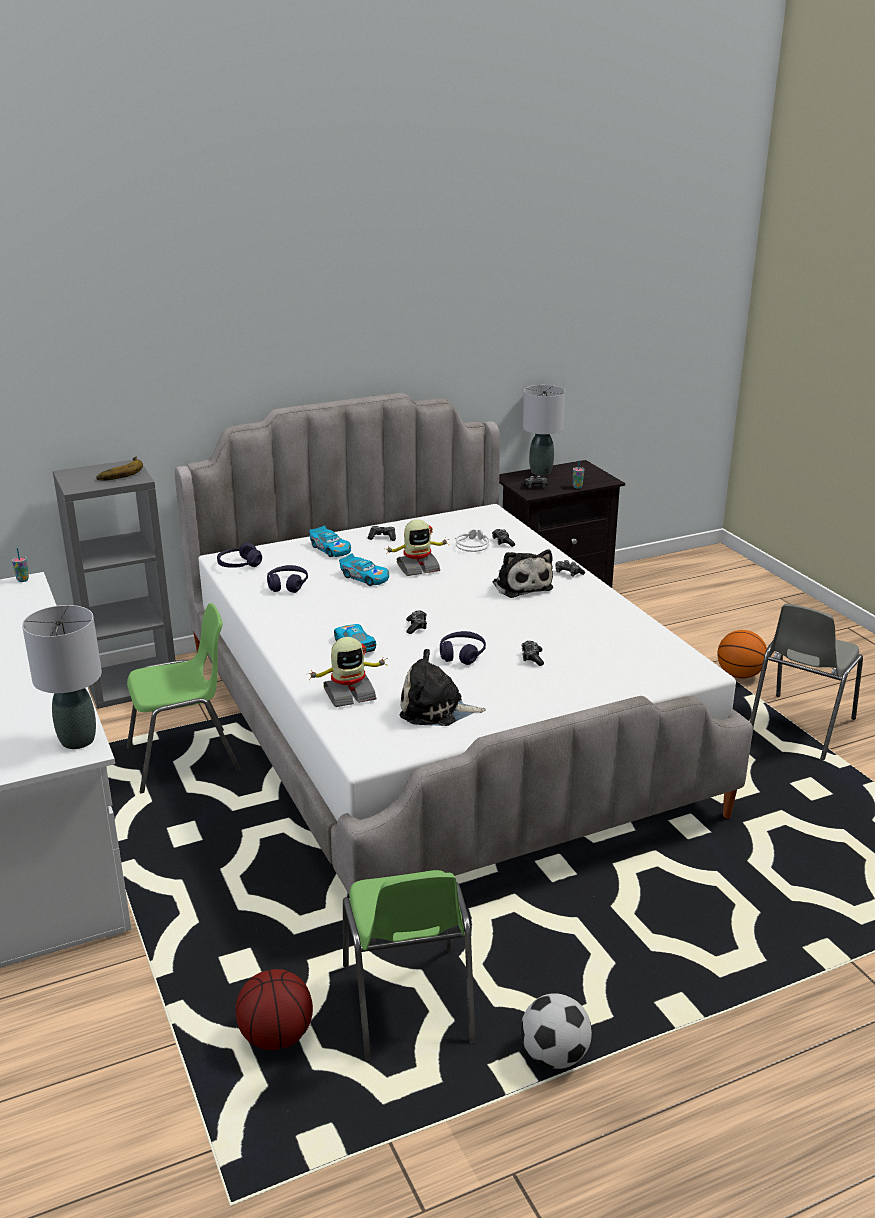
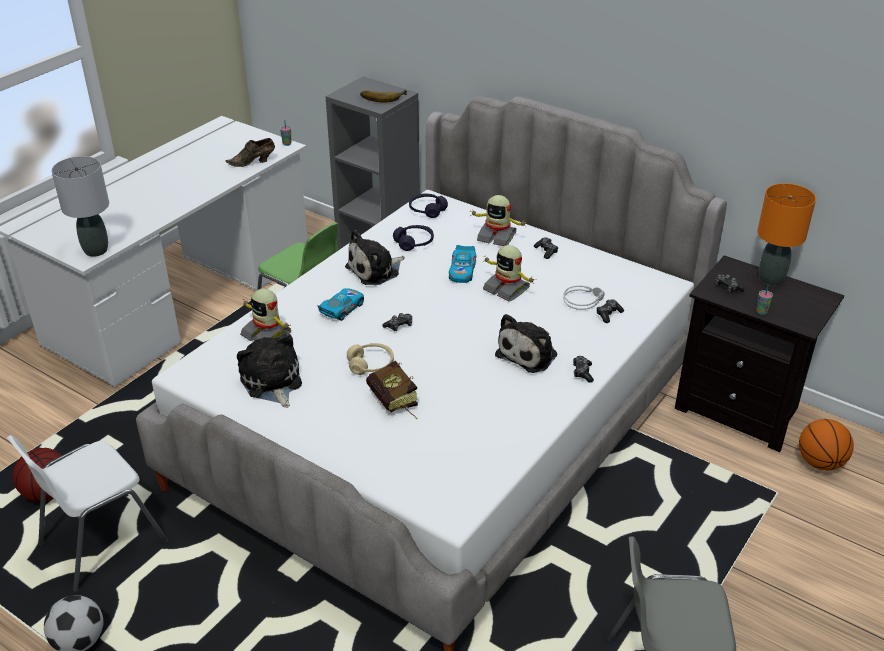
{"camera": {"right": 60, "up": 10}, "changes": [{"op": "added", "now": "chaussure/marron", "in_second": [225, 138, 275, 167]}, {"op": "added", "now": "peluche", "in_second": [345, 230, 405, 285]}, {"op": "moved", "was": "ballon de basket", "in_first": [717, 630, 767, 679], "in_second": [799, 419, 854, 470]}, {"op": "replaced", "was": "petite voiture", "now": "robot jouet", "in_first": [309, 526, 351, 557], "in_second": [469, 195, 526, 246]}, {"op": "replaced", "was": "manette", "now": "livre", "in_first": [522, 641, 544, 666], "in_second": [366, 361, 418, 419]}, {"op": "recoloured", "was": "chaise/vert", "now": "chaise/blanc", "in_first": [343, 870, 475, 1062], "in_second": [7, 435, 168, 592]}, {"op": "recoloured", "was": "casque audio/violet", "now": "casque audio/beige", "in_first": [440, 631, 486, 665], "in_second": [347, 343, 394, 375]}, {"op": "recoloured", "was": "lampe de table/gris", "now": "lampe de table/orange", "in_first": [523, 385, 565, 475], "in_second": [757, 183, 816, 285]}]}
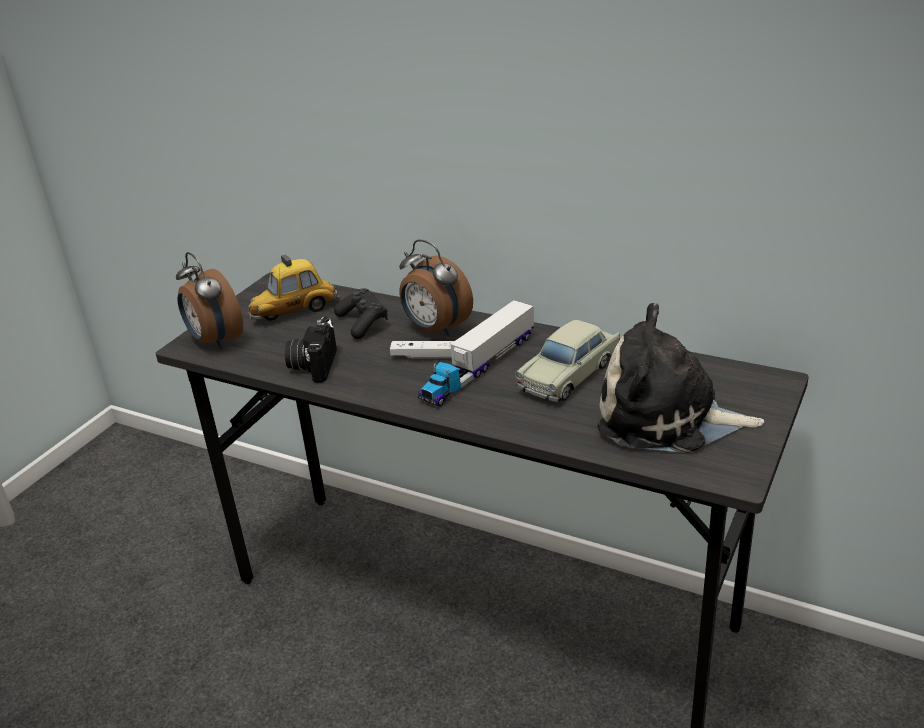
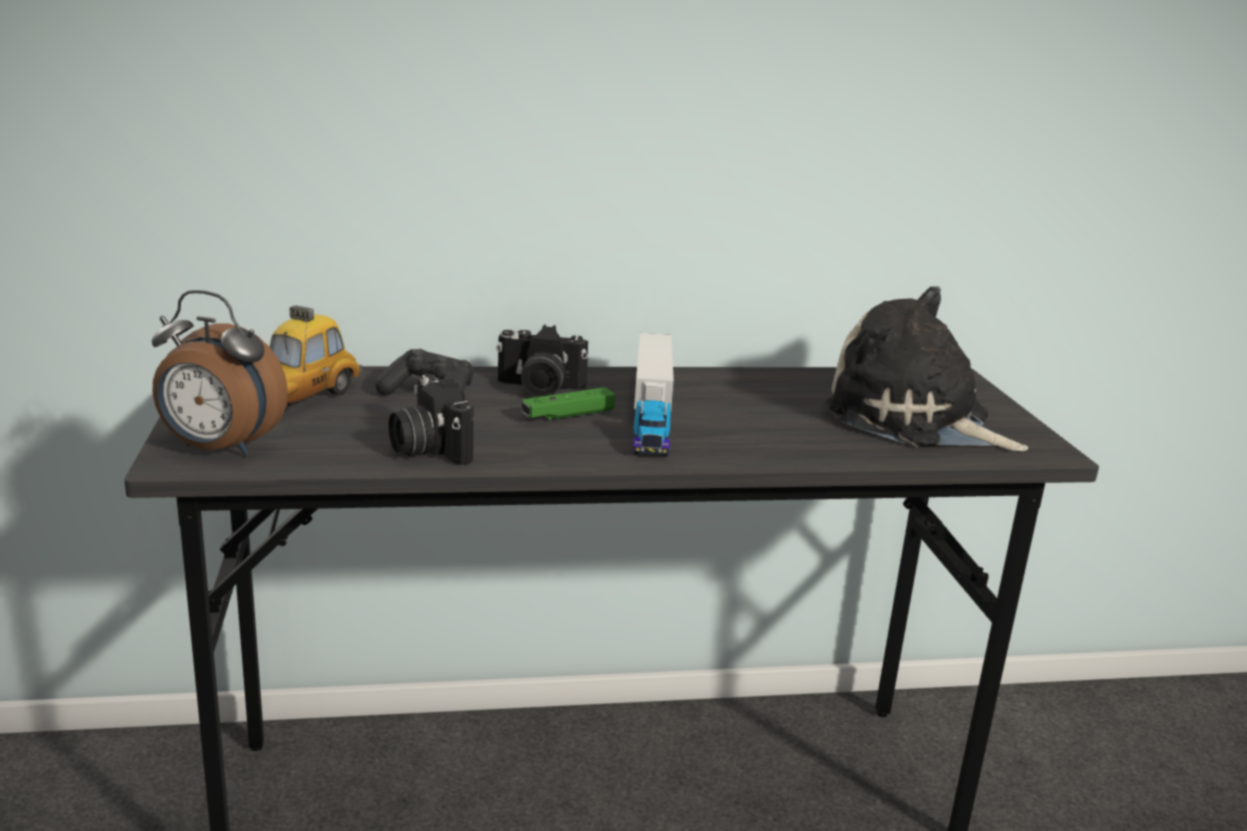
{"camera": {"right": -40, "up": -10}, "changes": [{"op": "removed", "was": "petite voiture/beige", "in_first": [515, 320, 620, 402]}, {"op": "replaced", "was": "réveil", "now": "appareil photo", "in_first": [399, 239, 473, 336], "in_second": [496, 325, 588, 397]}, {"op": "recoloured", "was": "manette/blanc", "now": "manette/vert", "in_first": [390, 341, 454, 358], "in_second": [522, 387, 616, 420]}, {"op": "turned", "was": "peluche", "in_first": [597, 303, 764, 453], "in_second": [823, 286, 1028, 451], "clockwise": 60}]}
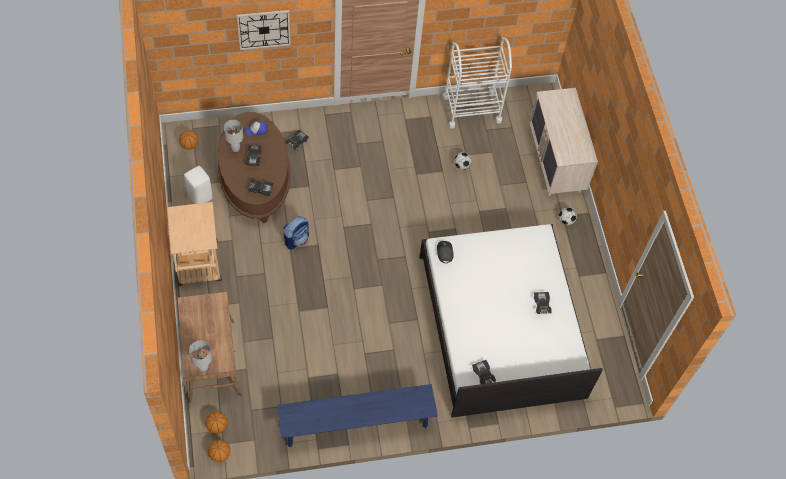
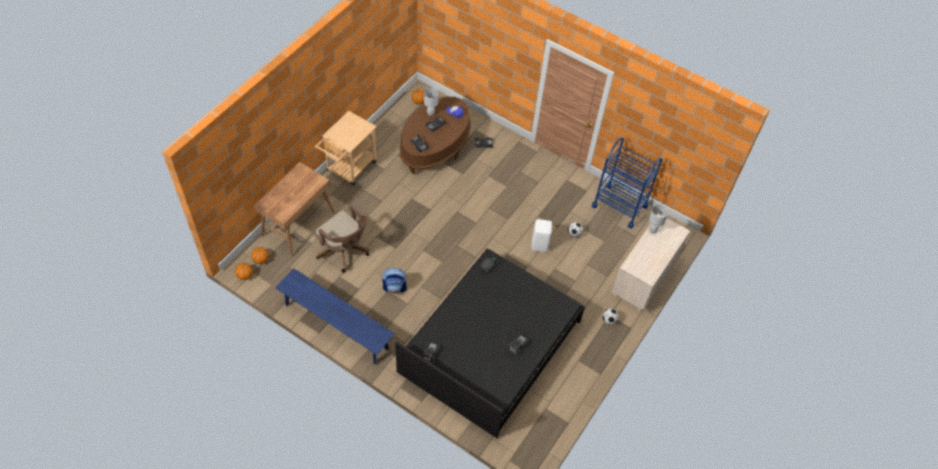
{"camera": {"right": 45, "up": -5}, "changes": [{"op": "removed", "was": "horloge murale", "in_first": [237, 10, 291, 50]}, {"op": "added", "now": "chaise de bureau/marron", "in_second": [315, 205, 369, 273]}, {"op": "moved", "was": "tabouret/blanc", "in_first": [184, 166, 213, 204], "in_second": [531, 219, 552, 252]}, {"op": "moved", "was": "lampe de table/blanc", "in_first": [189, 341, 212, 372], "in_second": [649, 205, 668, 234]}, {"op": "moved", "was": "sac à dos", "in_first": [283, 216, 309, 250], "in_second": [382, 268, 407, 294]}, {"op": "recoloured", "was": "lit/blanc", "now": "lit/noir", "in_first": [419, 224, 603, 418], "in_second": [395, 248, 585, 438]}, {"op": "recoloured", "was": "chariot/blanc", "now": "chariot/bleu", "in_first": [442, 37, 512, 129], "in_second": [592, 138, 663, 229]}]}
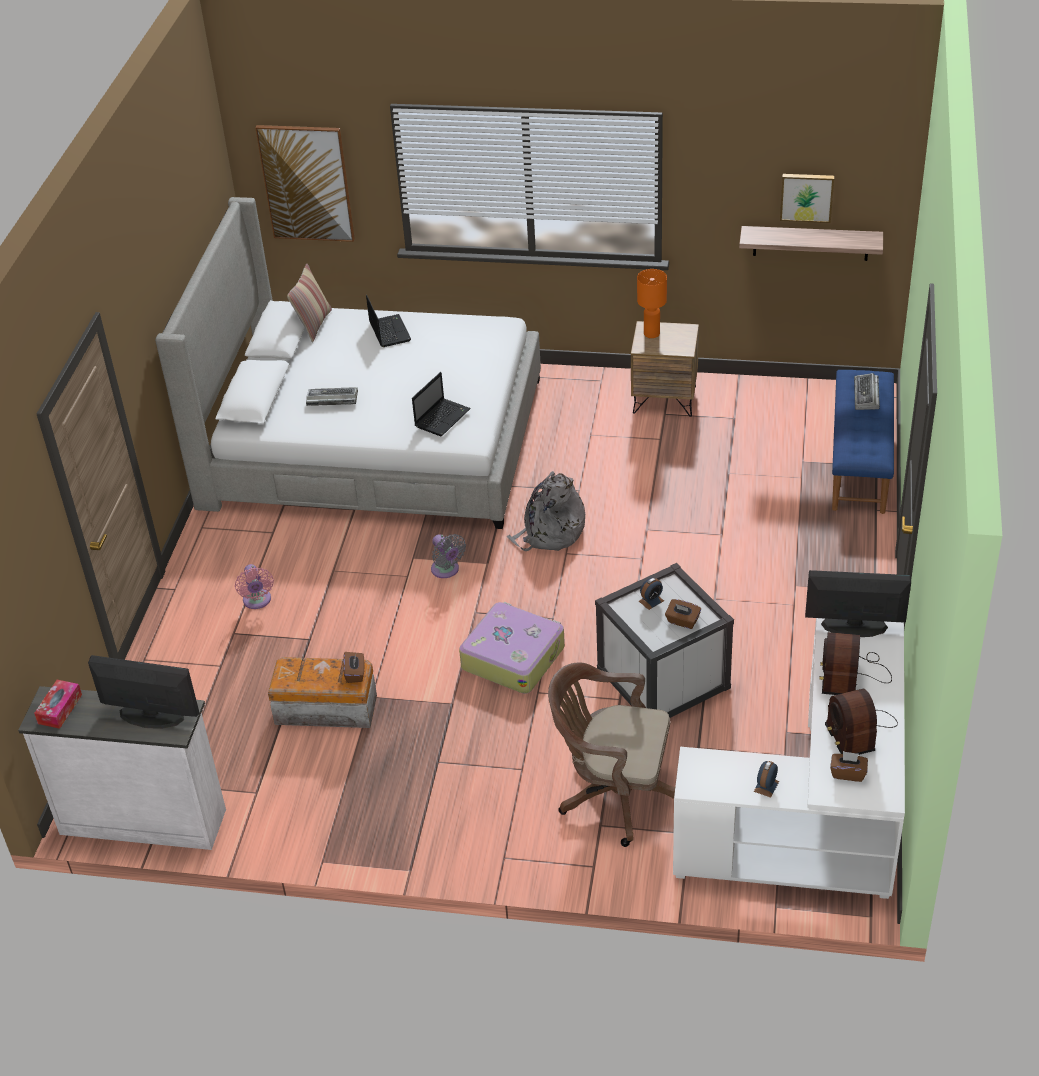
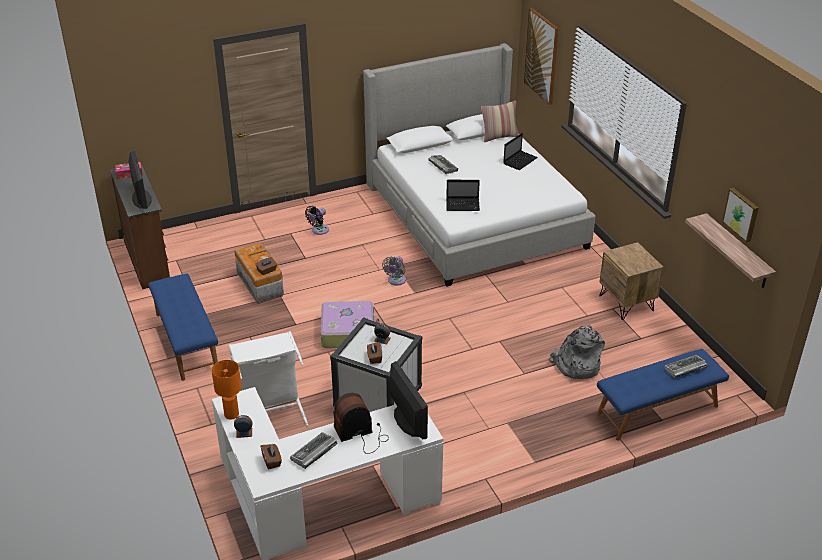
{"camera": {"right": 55, "up": -5}, "changes": [{"op": "added", "now": "banc/bleu", "in_second": [148, 274, 218, 381]}, {"op": "moved", "was": "sac à dos/gris", "in_first": [507, 471, 585, 551], "in_second": [549, 324, 605, 379]}, {"op": "moved", "was": "lampe de table/orange", "in_first": [637, 269, 667, 338], "in_second": [212, 360, 242, 420]}, {"op": "replaced", "was": "chaise de bureau/marron", "now": "panier à linge/blanc", "in_first": [548, 662, 675, 847], "in_second": [229, 331, 308, 426]}, {"op": "replaced", "was": "radio", "now": "clavier", "in_first": [825, 689, 898, 755], "in_second": [290, 432, 337, 469]}, {"op": "recoloured", "was": "commode/blanc", "now": "commode/marron", "in_first": [18, 686, 226, 850], "in_second": [110, 164, 170, 289]}, {"op": "recoloured", "was": "ventilateur/rose", "now": "ventilateur/noir", "in_first": [235, 564, 274, 609], "in_second": [305, 206, 329, 235]}]}
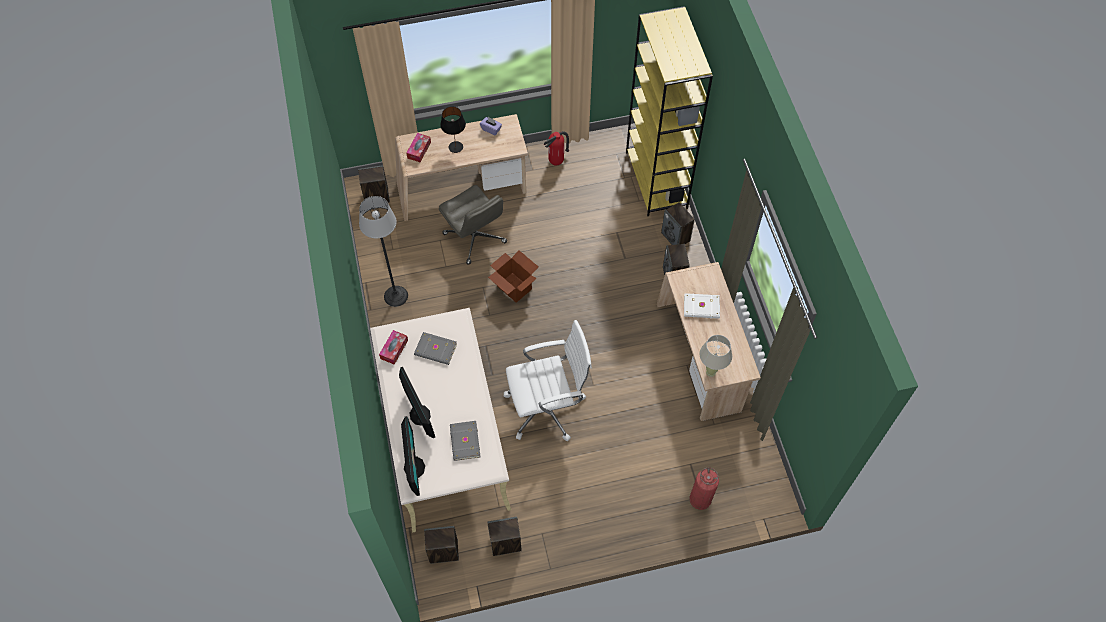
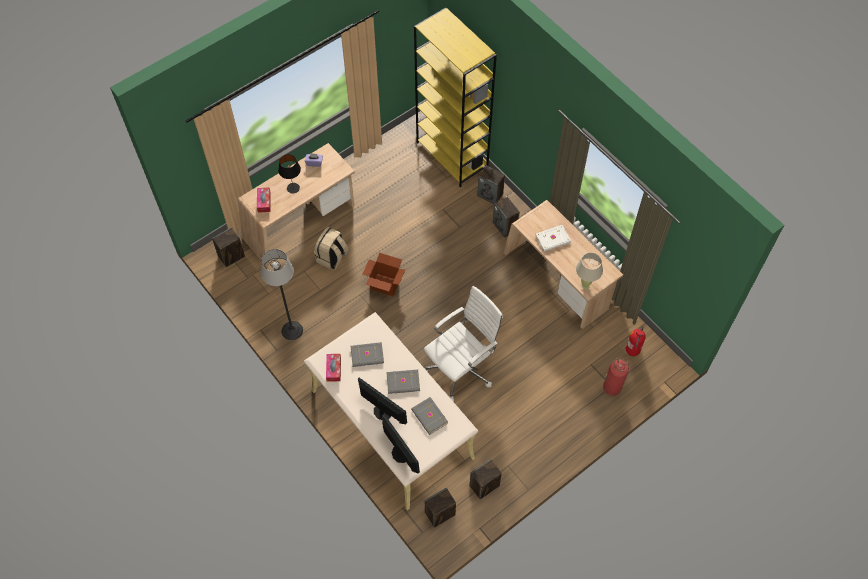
{"camera": {"right": -25, "up": 0}, "changes": [{"op": "added", "now": "livre/gris", "in_second": [386, 370, 420, 394]}, {"op": "moved", "was": "extincteur", "in_first": [544, 131, 569, 165], "in_second": [626, 326, 646, 356]}, {"op": "replaced", "was": "chaise de bureau/gris", "now": "sac à dos/beige", "in_first": [439, 185, 507, 265], "in_second": [314, 227, 349, 270]}]}
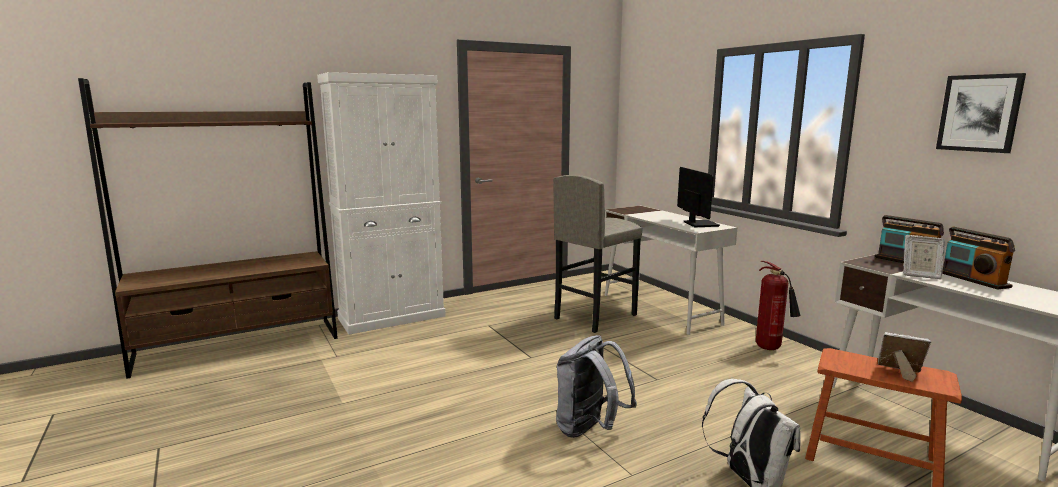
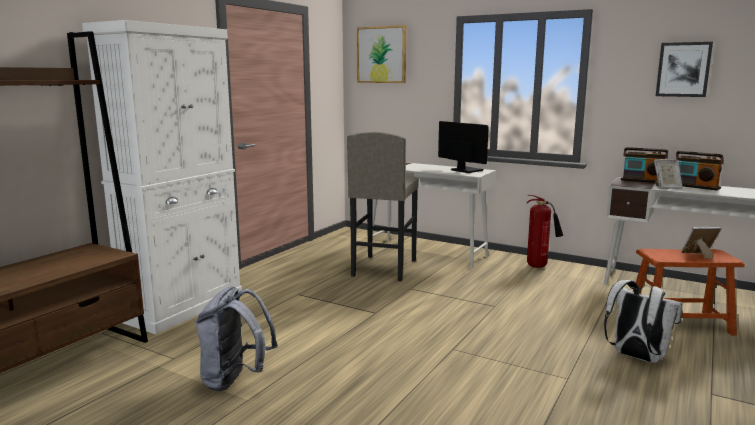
{"camera": {"right": -30, "up": 0}, "changes": [{"op": "added", "now": "tableau", "in_second": [357, 25, 406, 83]}, {"op": "moved", "was": "sac à dos/gris", "in_first": [556, 335, 637, 438], "in_second": [195, 286, 278, 391]}]}
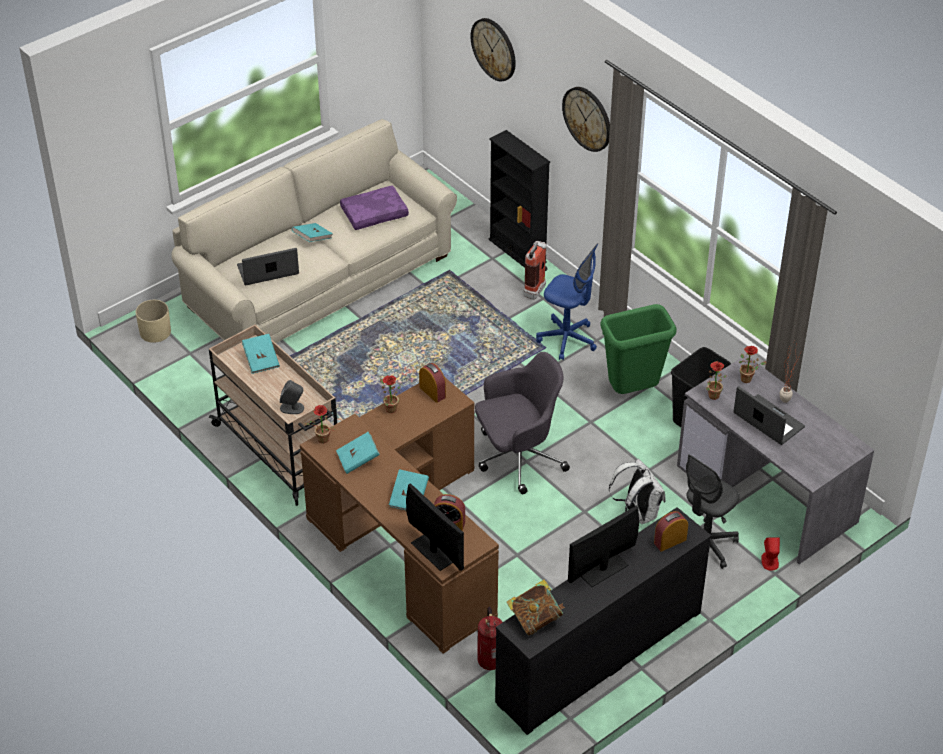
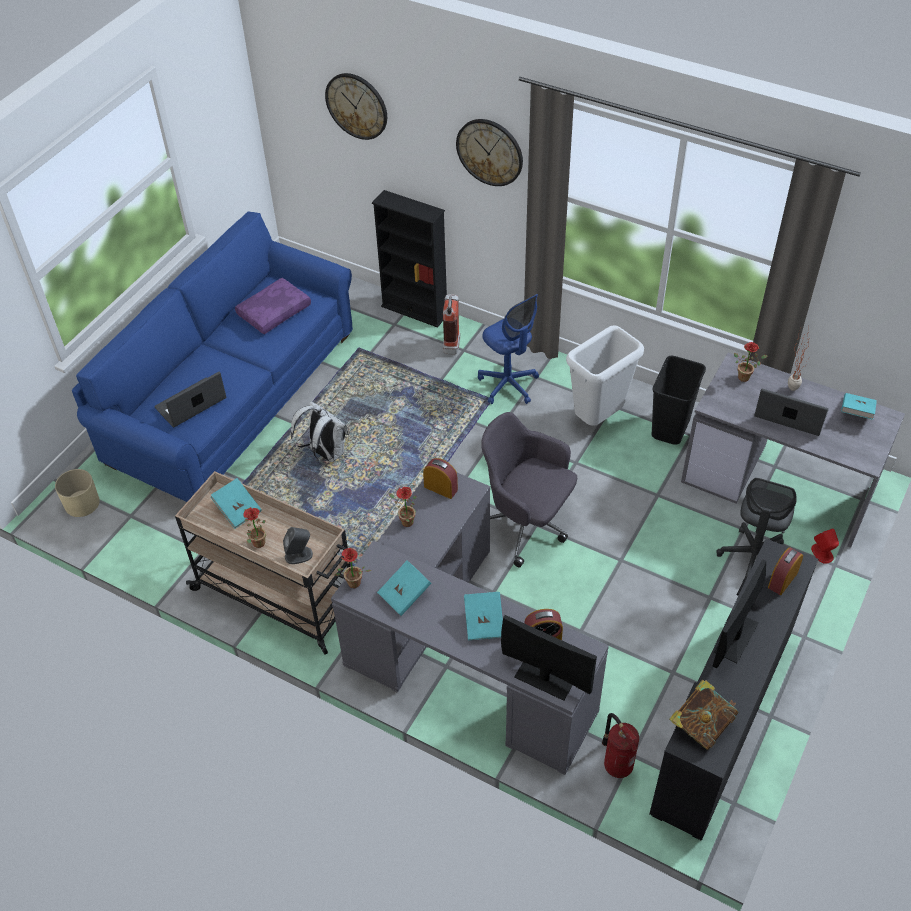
{"camera": {"right": -20, "up": 5}, "changes": [{"op": "moved", "was": "livre/turquoise", "in_first": [292, 223, 333, 242], "in_second": [841, 393, 877, 420]}, {"op": "moved", "was": "sac à dos/blanc", "in_first": [609, 459, 665, 524], "in_second": [291, 401, 349, 462]}, {"op": "moved", "was": "plante en pot", "in_first": [706, 361, 727, 400], "in_second": [243, 507, 266, 548]}, {"op": "recoloured", "was": "canapé/beige", "now": "canapé/bleu", "in_first": [171, 119, 457, 343], "in_second": [72, 211, 353, 503]}, {"op": "recoloured", "was": "bureau/marron", "now": "bureau/gris", "in_first": [300, 378, 499, 654], "in_second": [331, 473, 609, 775]}, {"op": "recoloured", "was": "poubelle/vert", "now": "poubelle/blanc", "in_first": [600, 304, 677, 394], "in_second": [566, 325, 644, 426]}, {"op": "turned", "was": "chaise de bureau/gris", "in_first": [475, 352, 570, 494], "in_second": [481, 412, 577, 568], "clockwise": -105}, {"op": "turned", "was": "chaise de bureau/bleu", "in_first": [536, 243, 599, 360], "in_second": [478, 294, 539, 404], "clockwise": 45}]}
